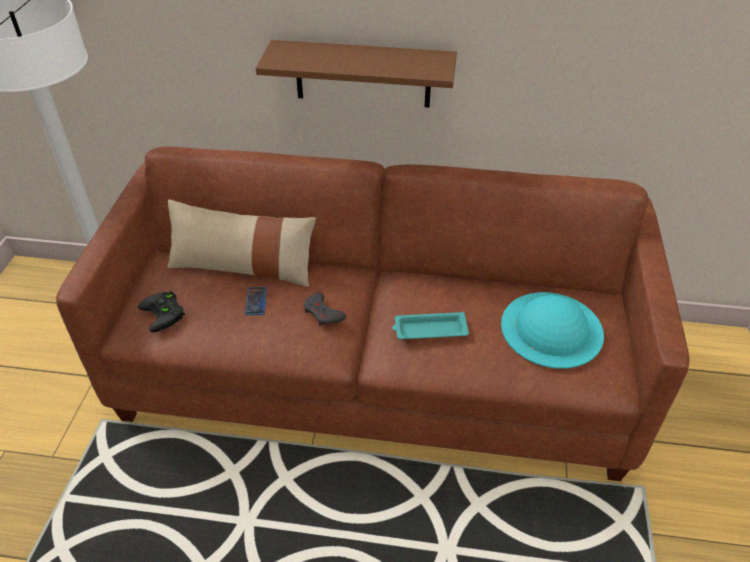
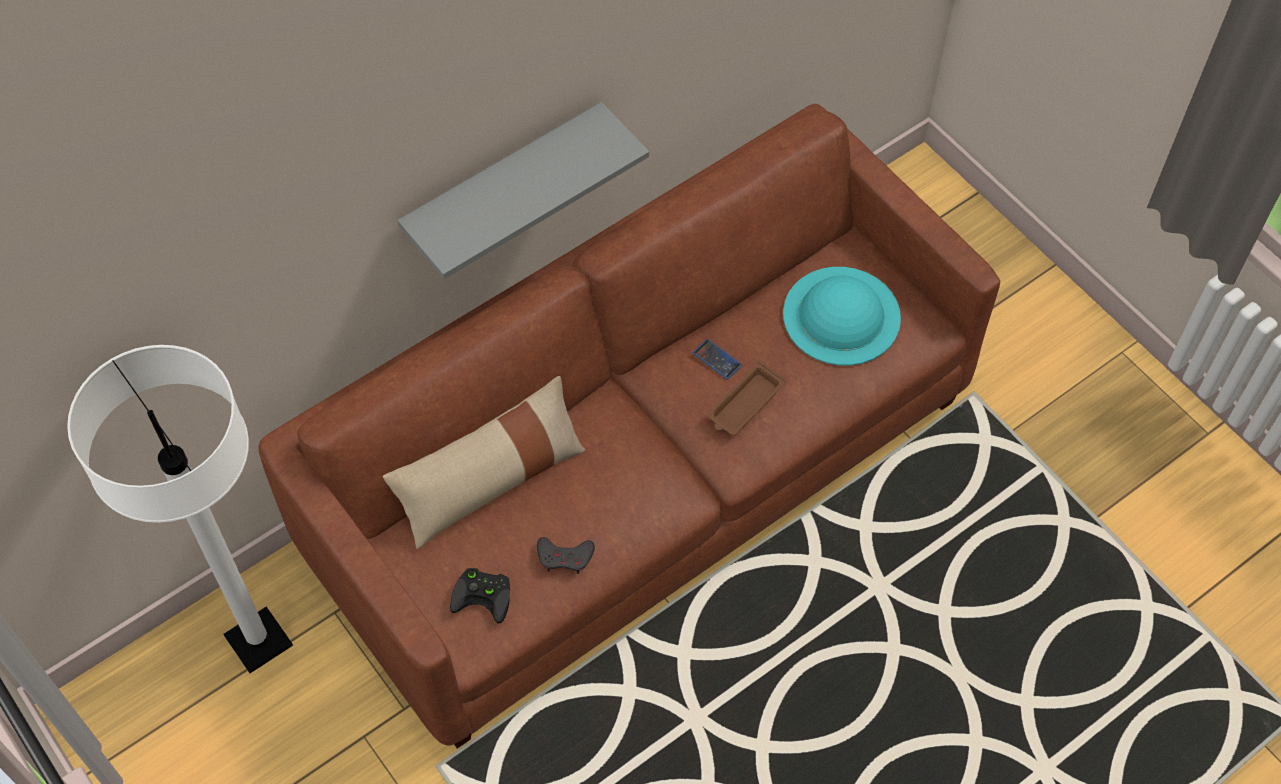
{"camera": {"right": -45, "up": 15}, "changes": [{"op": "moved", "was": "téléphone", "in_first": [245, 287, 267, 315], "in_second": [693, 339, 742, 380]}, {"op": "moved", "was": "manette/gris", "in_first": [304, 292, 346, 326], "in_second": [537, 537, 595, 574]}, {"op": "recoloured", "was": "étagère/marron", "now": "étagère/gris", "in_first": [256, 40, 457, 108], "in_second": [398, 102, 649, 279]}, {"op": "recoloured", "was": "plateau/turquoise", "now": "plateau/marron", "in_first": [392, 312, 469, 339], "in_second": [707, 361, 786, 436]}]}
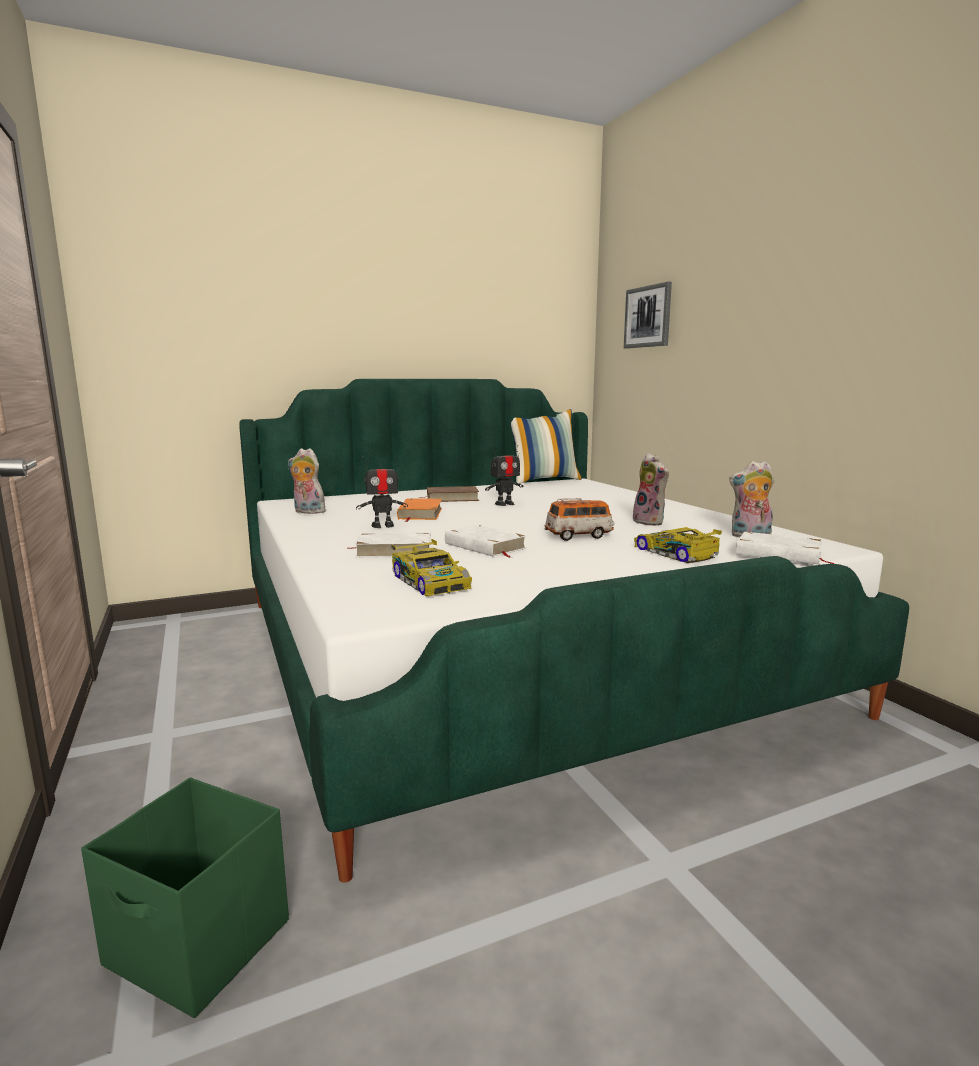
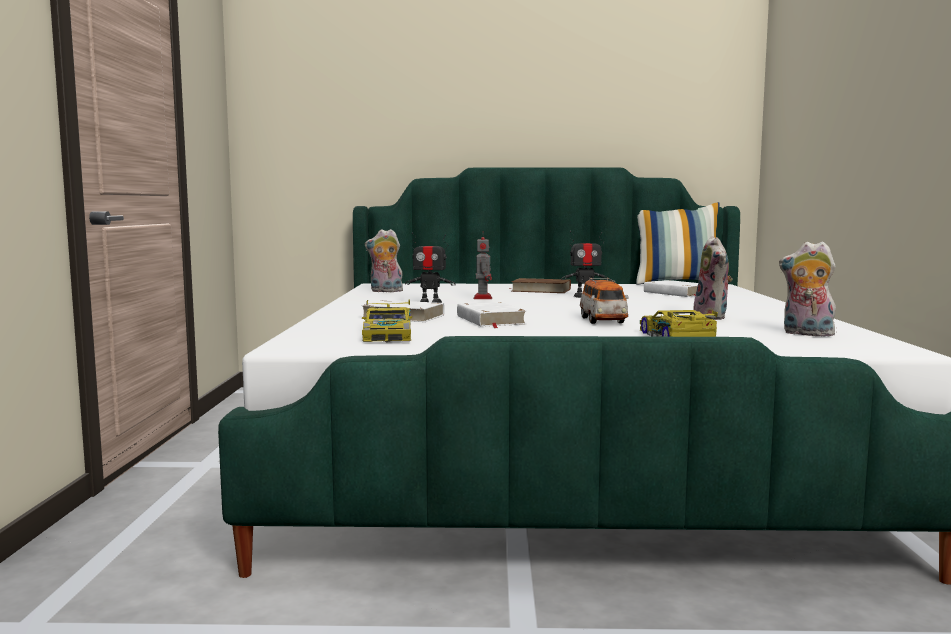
{"camera": {"right": 25, "up": -5}, "changes": [{"op": "removed", "was": "boîte de rangement/vert", "in_first": [81, 777, 289, 1018]}, {"op": "removed", "was": "tableau", "in_first": [623, 282, 672, 349]}, {"op": "moved", "was": "livre/blanc", "in_first": [736, 532, 834, 564], "in_second": [644, 280, 698, 297]}, {"op": "replaced", "was": "livre/orange", "now": "robot jouet", "in_first": [397, 498, 442, 522], "in_second": [474, 237, 492, 299]}, {"op": "turned", "was": "peluche", "in_first": [288, 448, 326, 514], "in_second": [365, 229, 403, 292], "clockwise": -45}, {"op": "turned", "was": "petite voiture", "in_first": [545, 498, 614, 541], "in_second": [580, 278, 628, 324], "clockwise": 75}]}
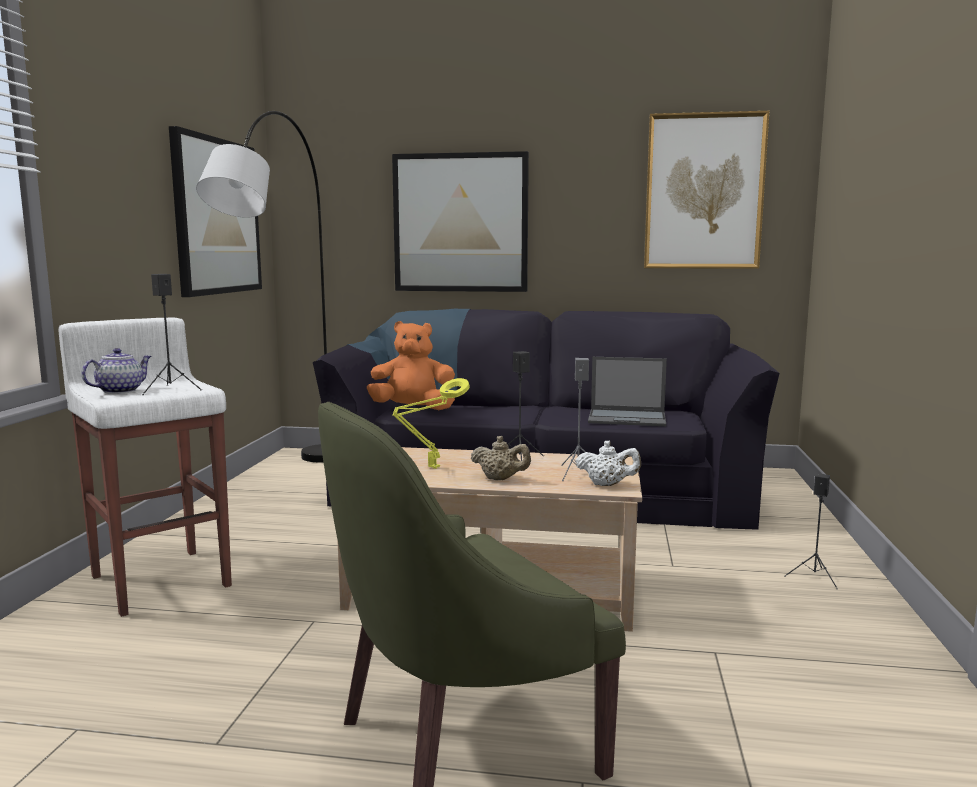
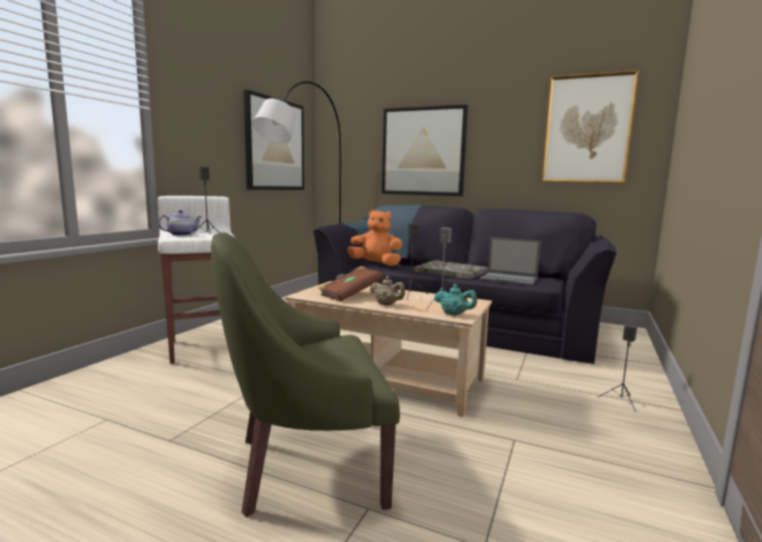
{"camera": {"right": 15, "up": 0}, "changes": [{"op": "added", "now": "plateau/gris", "in_second": [414, 260, 488, 279]}, {"op": "replaced", "was": "lampe de table/jaune", "now": "livre/marron", "in_first": [392, 378, 470, 469], "in_second": [318, 266, 384, 301]}, {"op": "recoloured", "was": "théière/blanc", "now": "théière/turquoise", "in_first": [576, 441, 641, 486], "in_second": [434, 284, 477, 315]}]}
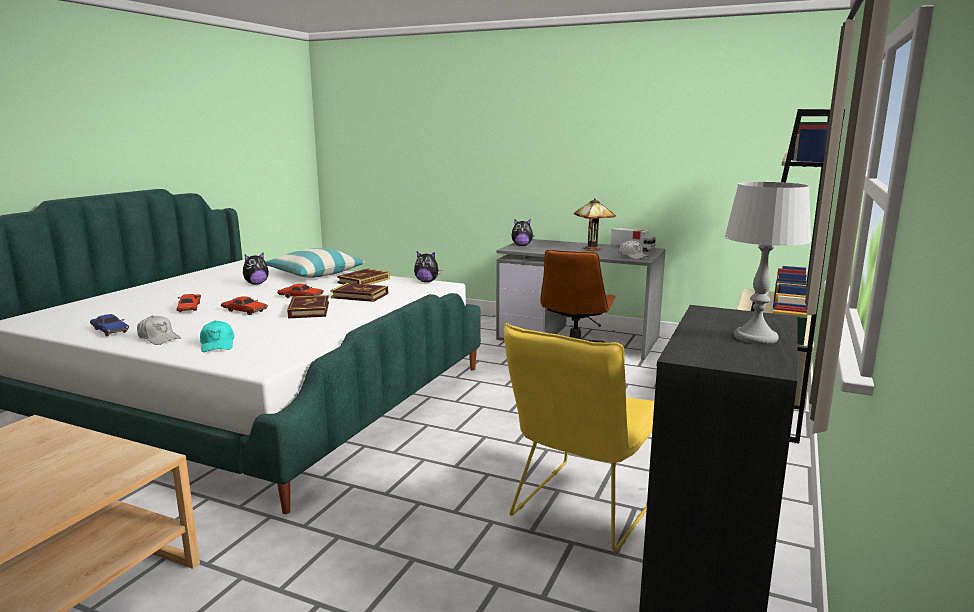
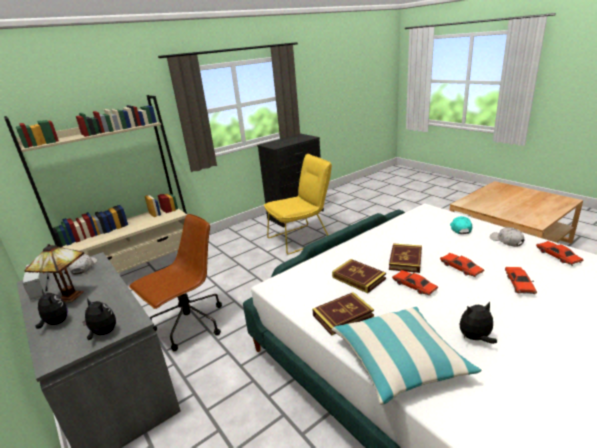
{"camera": {"right": -150, "up": 10}, "changes": [{"op": "removed", "was": "lampe de table/gris", "in_first": [724, 182, 812, 344]}, {"op": "moved", "was": "peluche", "in_first": [414, 252, 442, 282], "in_second": [36, 289, 68, 329]}, {"op": "recoloured", "was": "petite voiture/bleu", "now": "petite voiture/rouge", "in_first": [90, 314, 129, 336], "in_second": [536, 241, 583, 266]}]}
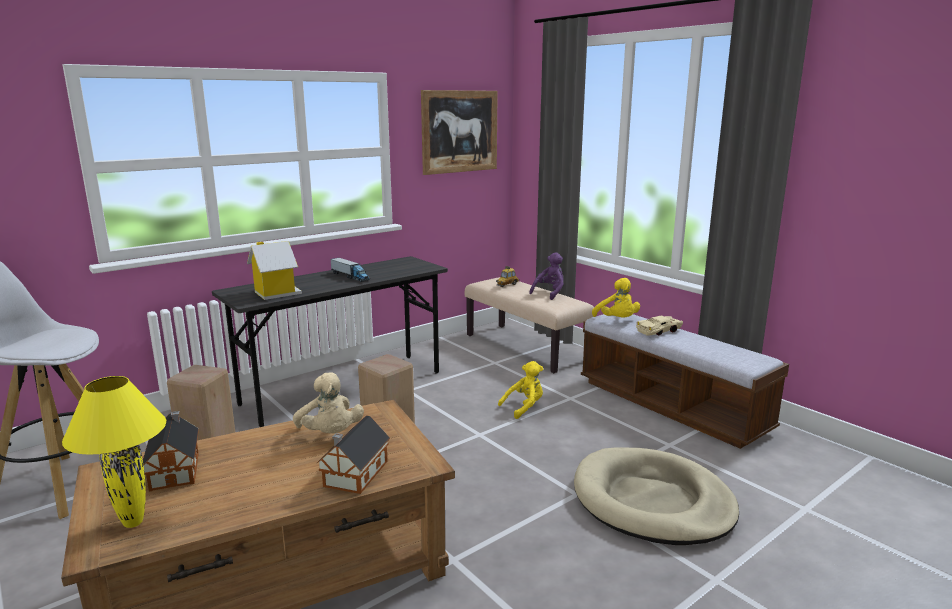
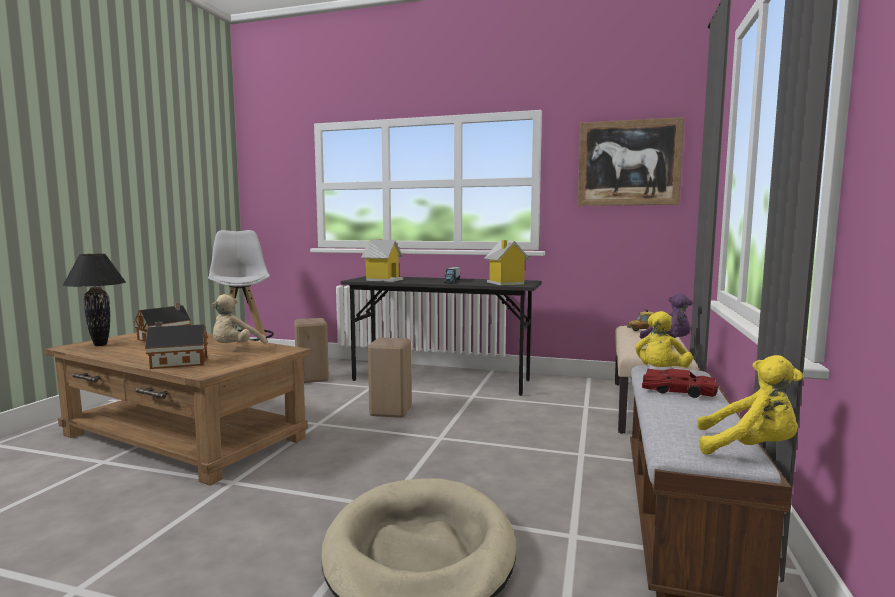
{"camera": {"right": 55, "up": -10}, "changes": [{"op": "added", "now": "maison miniature", "in_second": [484, 240, 531, 285]}, {"op": "moved", "was": "peluche/jaune", "in_first": [498, 361, 543, 419], "in_second": [697, 355, 803, 455]}, {"op": "recoloured", "was": "lampe de table/jaune", "now": "lampe de table/noir", "in_first": [62, 376, 166, 528], "in_second": [63, 254, 126, 346]}, {"op": "recoloured", "was": "petite voiture/beige", "now": "petite voiture/rouge", "in_first": [636, 315, 683, 336], "in_second": [642, 369, 718, 398]}]}
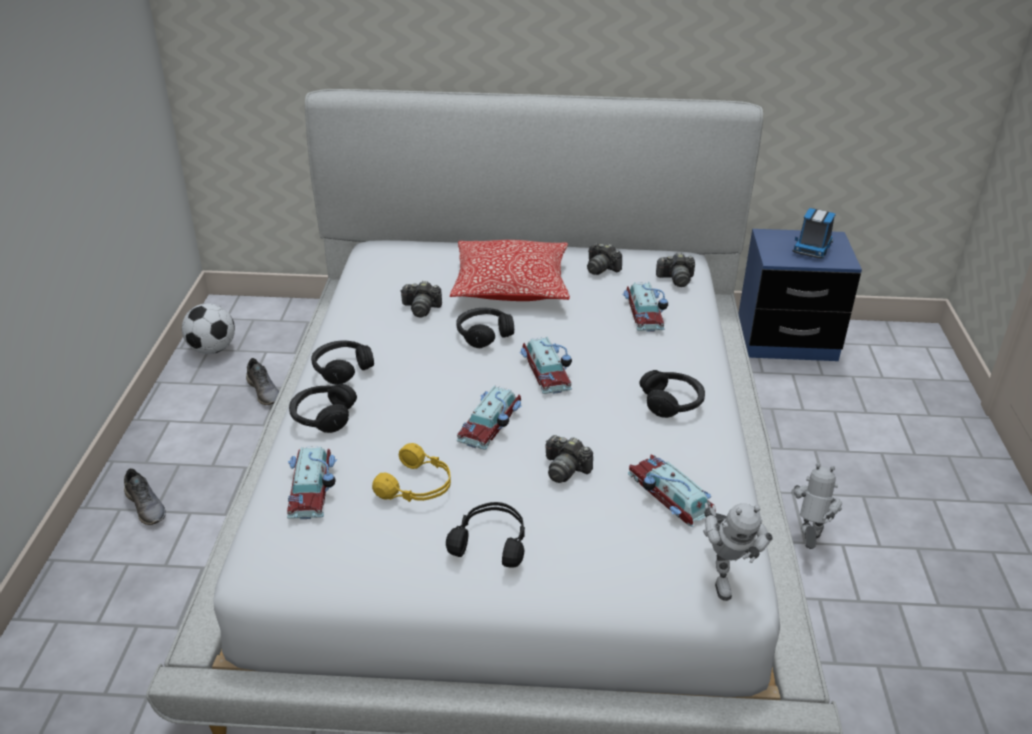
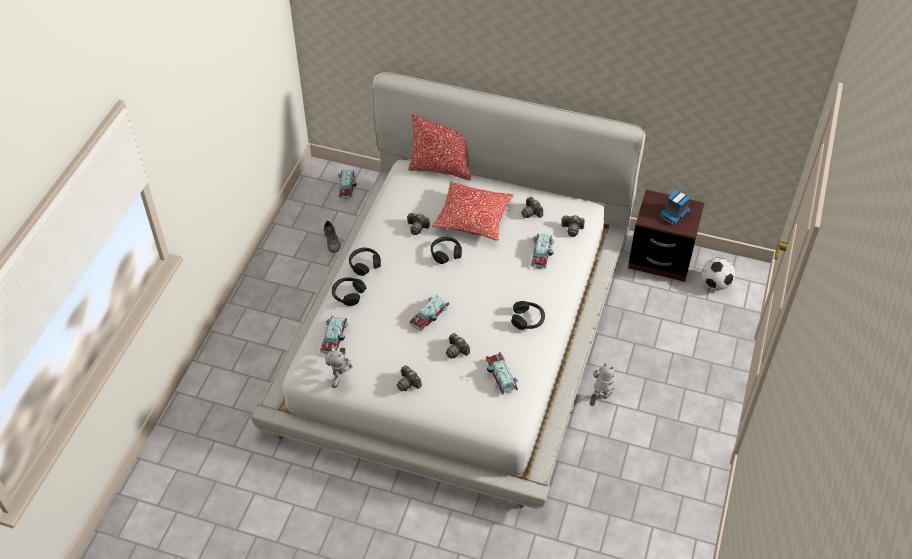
{"camera": {"right": 15, "up": 15}, "changes": [{"op": "removed", "was": "chaussure/gris", "in_first": [124, 468, 166, 525]}, {"op": "removed", "was": "casque audio/jaune", "in_first": [372, 443, 451, 502]}, {"op": "added", "now": "coussin", "in_second": [408, 114, 471, 181]}, {"op": "moved", "was": "ballon de foot", "in_first": [182, 303, 235, 354], "in_second": [702, 258, 735, 290]}, {"op": "moved", "was": "petite voiture", "in_first": [519, 336, 572, 394], "in_second": [338, 169, 357, 199]}, {"op": "moved", "was": "robot jouet", "in_first": [703, 503, 773, 601], "in_second": [325, 345, 353, 388]}, {"op": "replaced", "was": "casque audio/noir", "now": "appareil photo", "in_first": [446, 502, 525, 568], "in_second": [397, 365, 422, 392]}, {"op": "recoloured", "was": "table de chevet/bleu", "now": "table de chevet/marron", "in_first": [738, 229, 862, 361], "in_second": [628, 190, 704, 282]}]}
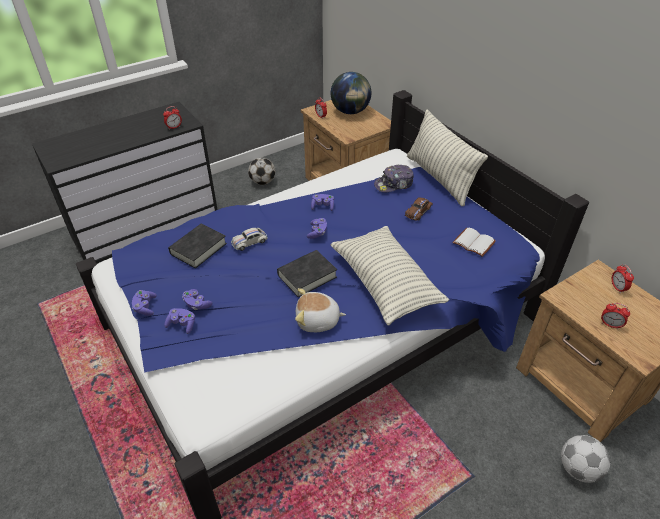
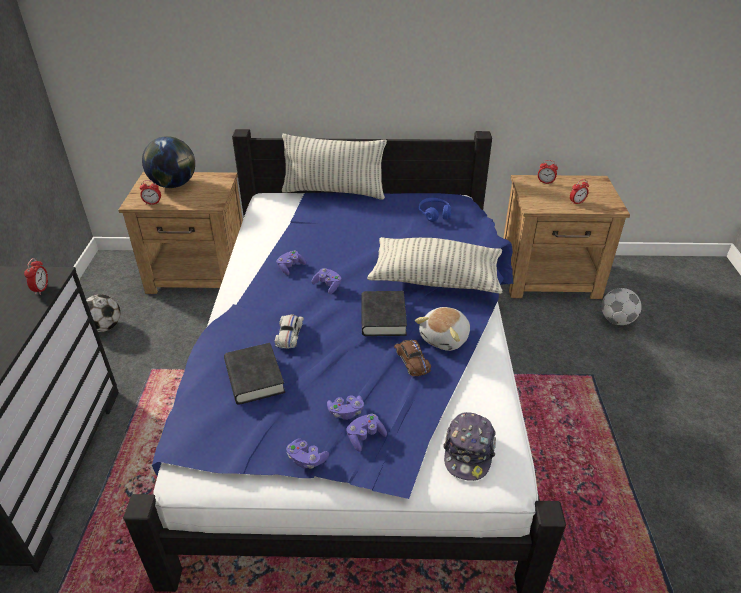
{"camera": {"right": -55, "up": -5}, "changes": [{"op": "moved", "was": "casquette", "in_first": [374, 165, 414, 192], "in_second": [443, 412, 496, 481]}, {"op": "moved", "was": "petite voiture/marron", "in_first": [405, 198, 433, 221], "in_second": [394, 340, 431, 376]}, {"op": "replaced", "was": "livre/blanc", "now": "casque audio/bleu", "in_first": [452, 228, 496, 257], "in_second": [419, 198, 451, 222]}]}
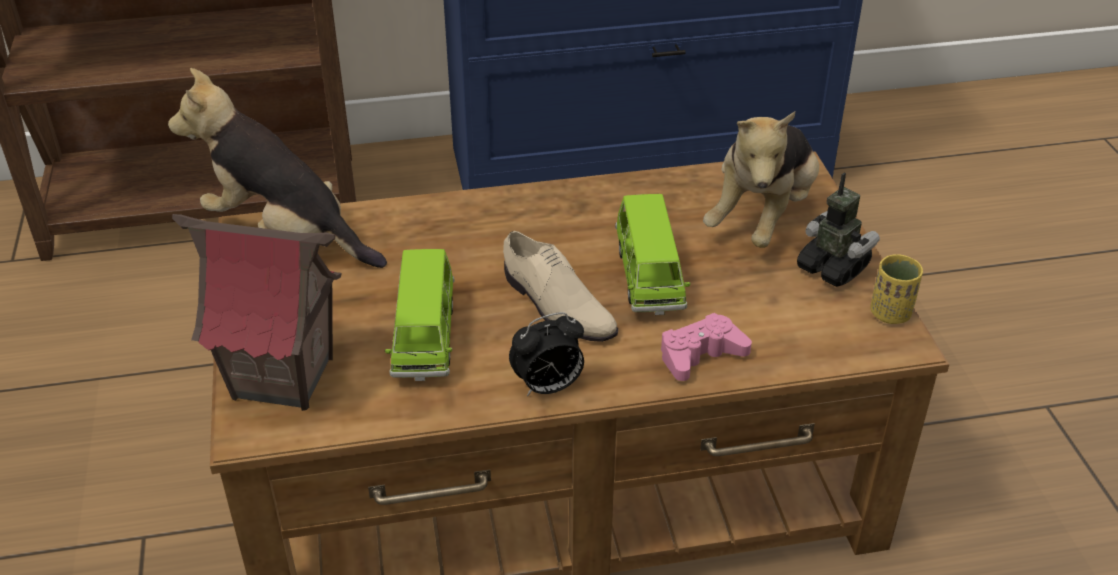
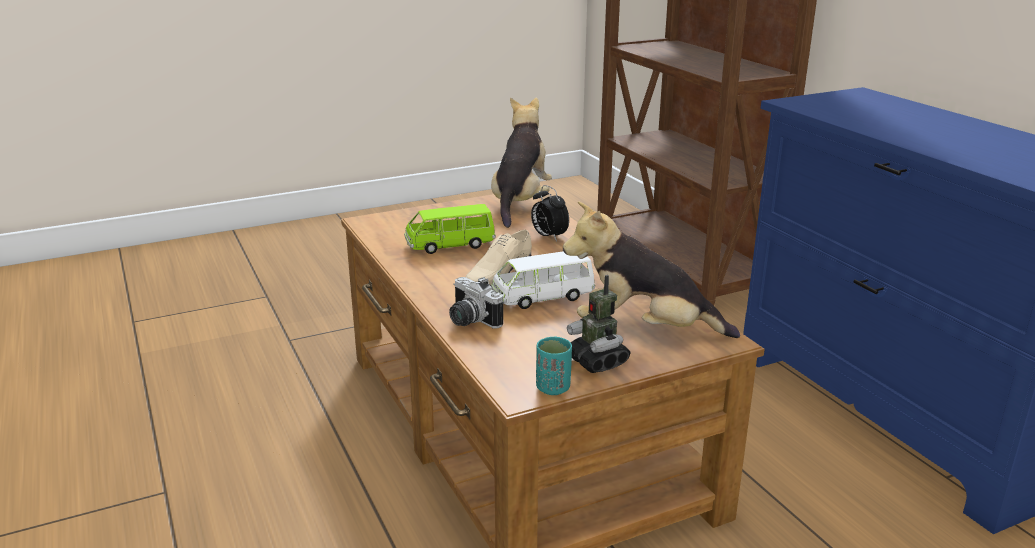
{"camera": {"right": 75, "up": -15}, "changes": [{"op": "removed", "was": "maison miniature", "in_first": [172, 214, 342, 411]}, {"op": "moved", "was": "réveil", "in_first": [509, 312, 584, 396], "in_second": [531, 185, 569, 242]}, {"op": "replaced", "was": "manette/rose", "now": "appareil photo", "in_first": [661, 313, 752, 381], "in_second": [449, 277, 503, 328]}, {"op": "recoloured", "was": "petite voiture/vert", "now": "petite voiture/blanc", "in_first": [615, 194, 690, 315], "in_second": [491, 251, 595, 309]}, {"op": "recoloured", "was": "tasse/jaune", "now": "tasse/turquoise", "in_first": [870, 254, 923, 324], "in_second": [536, 336, 572, 395]}, {"op": "turned", "was": "robot jouet", "in_first": [797, 173, 880, 287], "in_second": [567, 275, 630, 373], "clockwise": 120}]}
